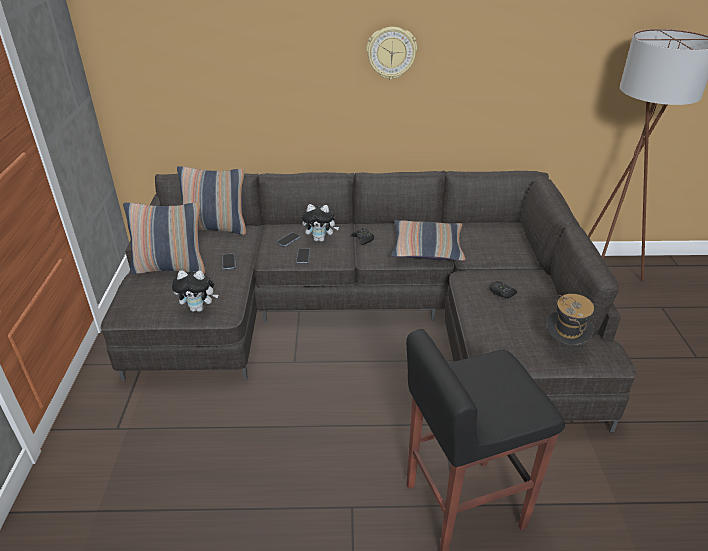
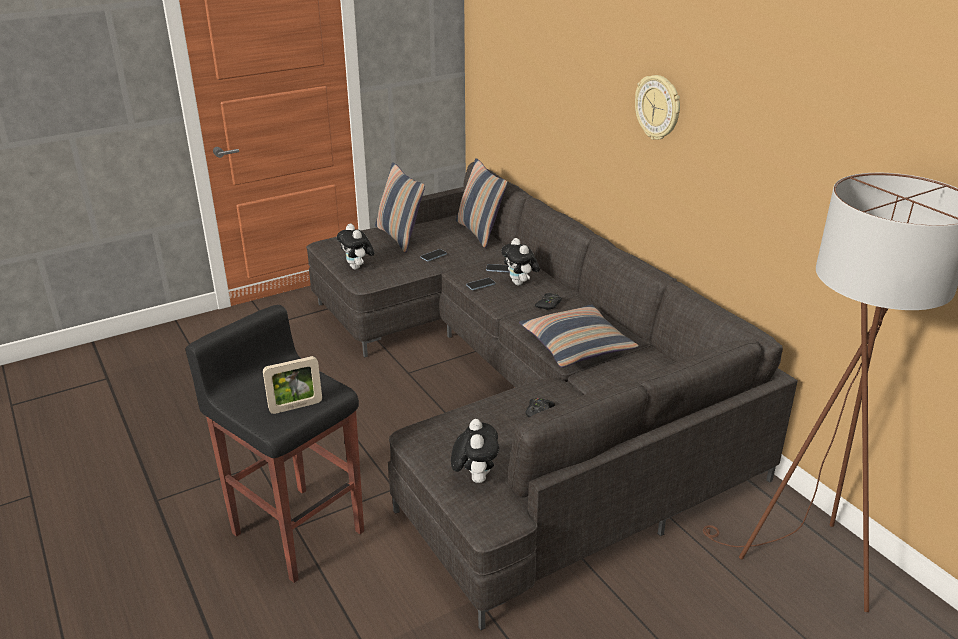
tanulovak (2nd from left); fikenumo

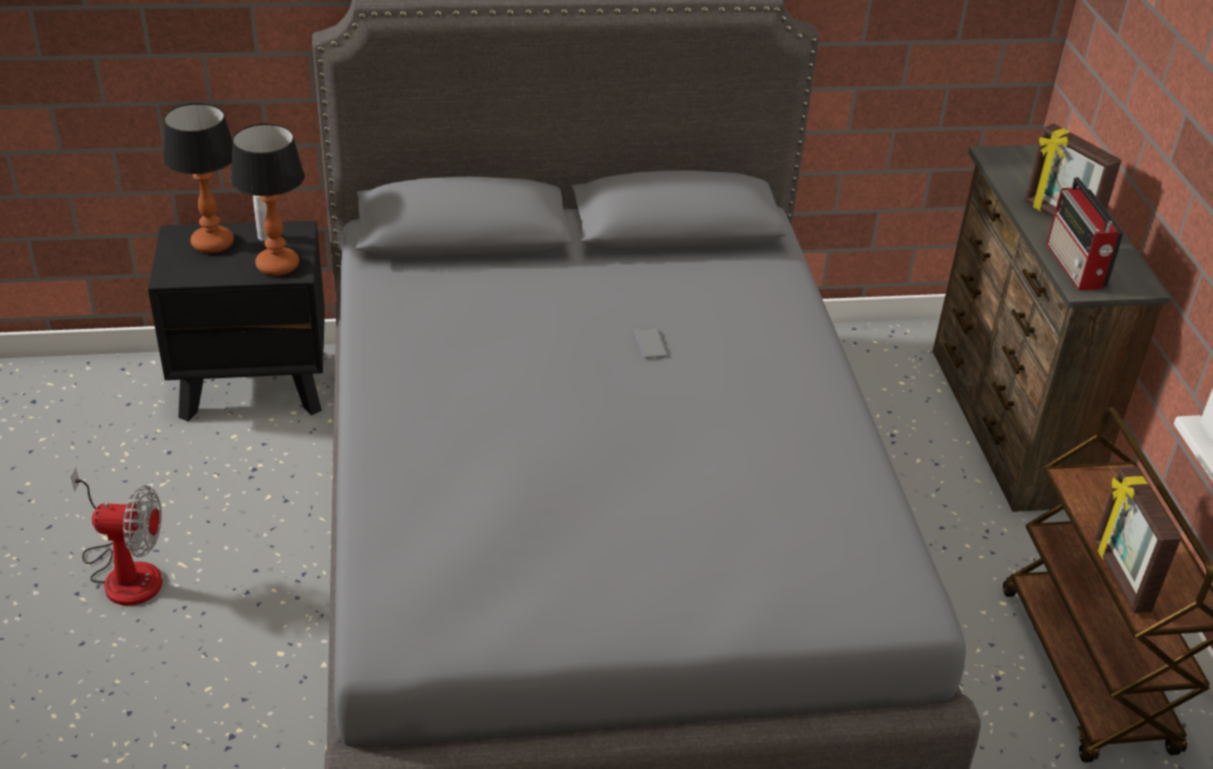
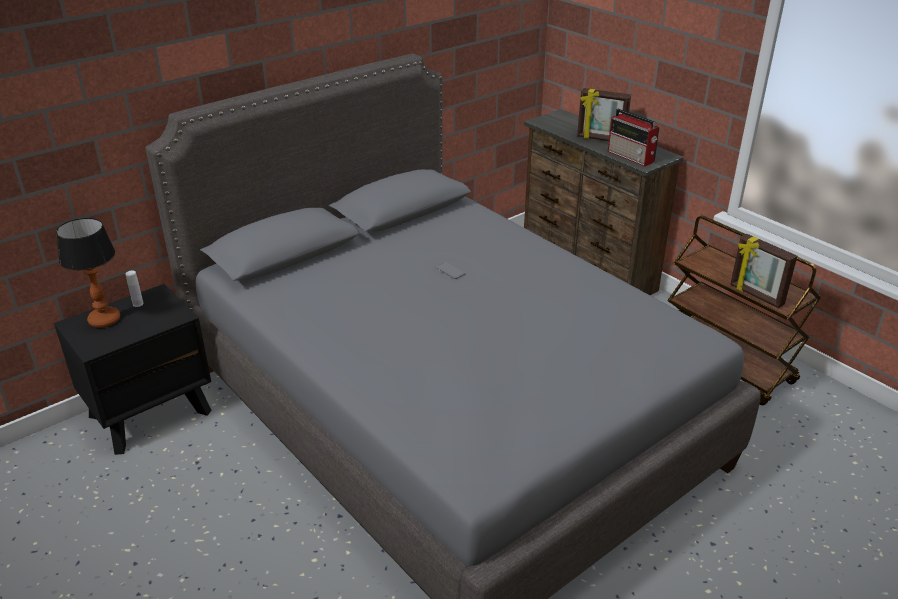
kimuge; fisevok (2nd from left in the first image)

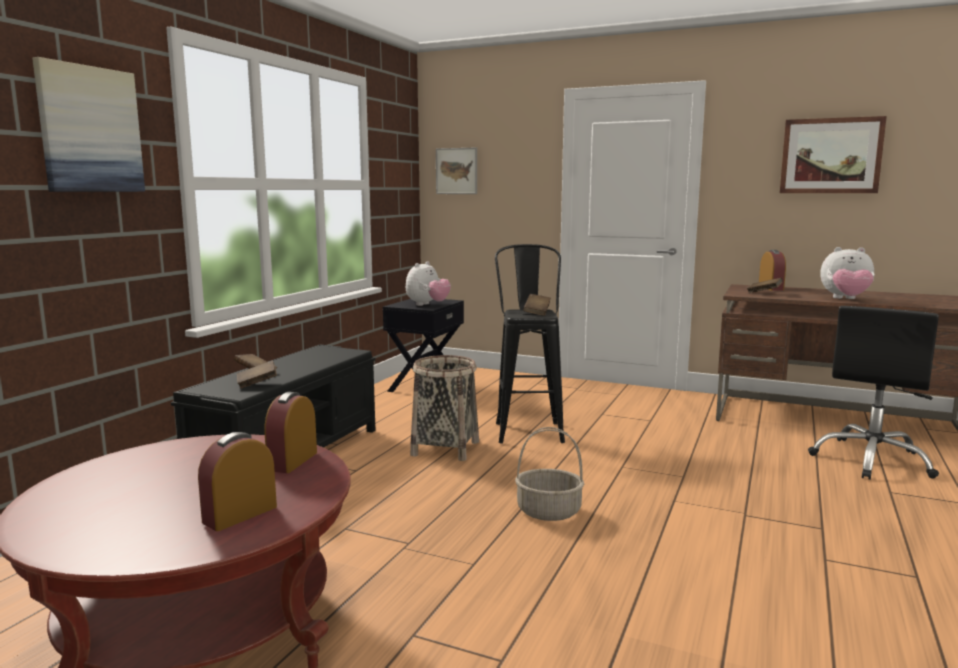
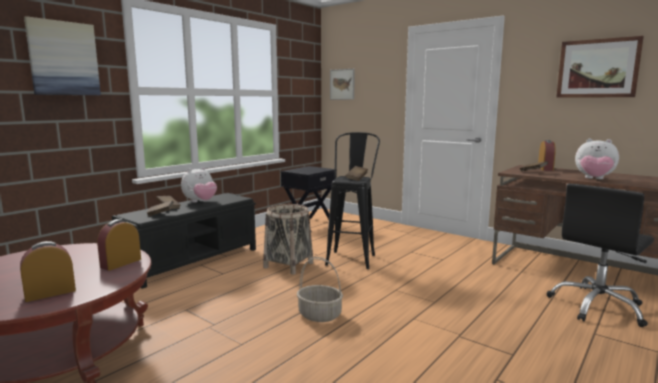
tanulovak (1st from left)

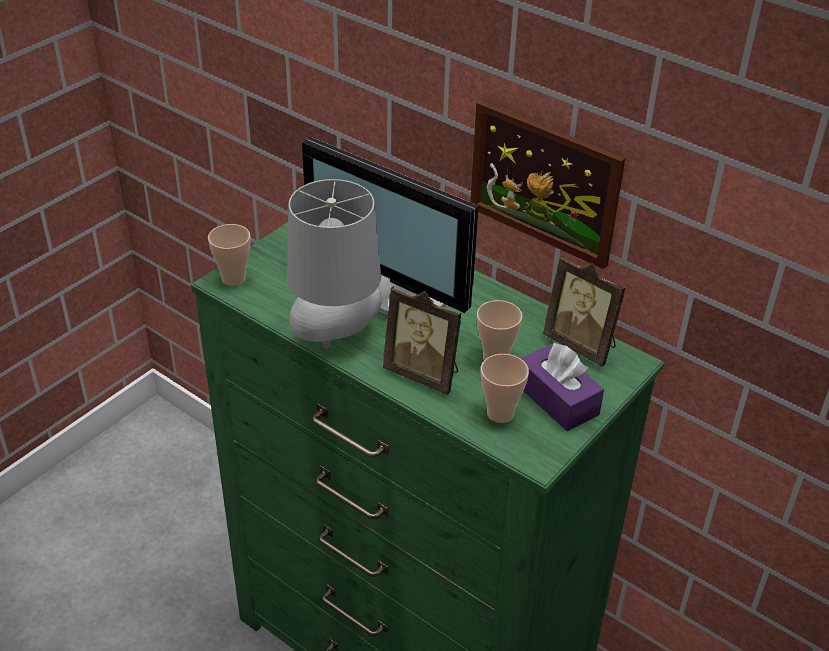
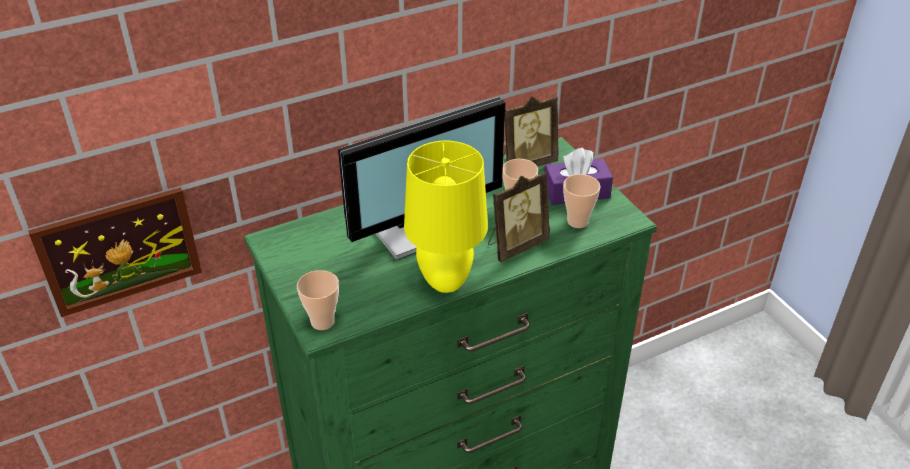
yellow fisevok; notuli

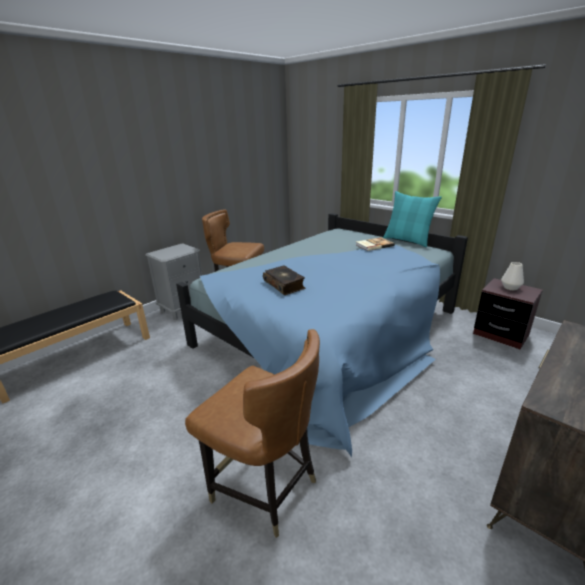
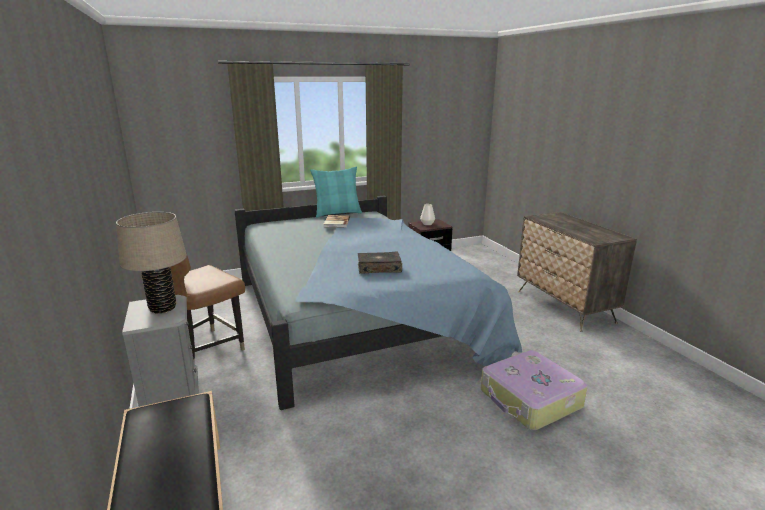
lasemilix; beige fisevok

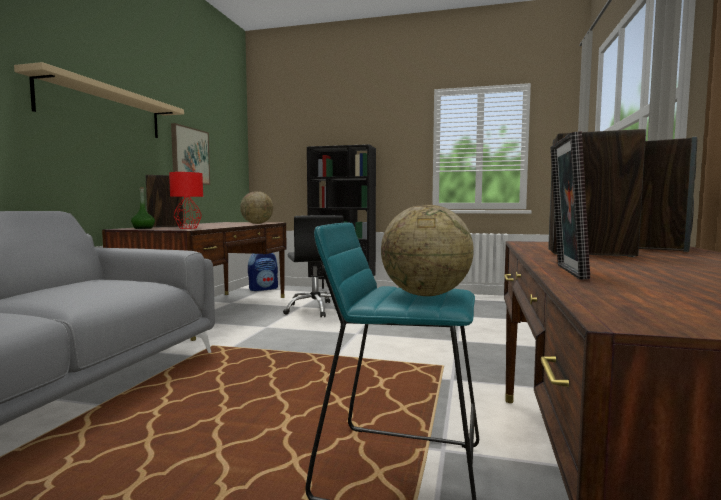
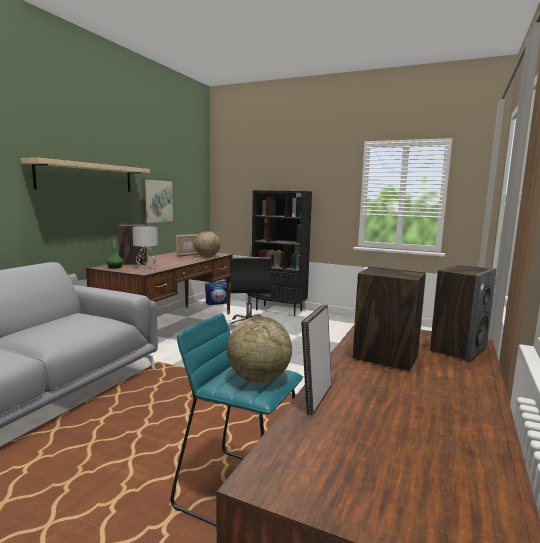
grey fisevok; fikenumo (1st from left)

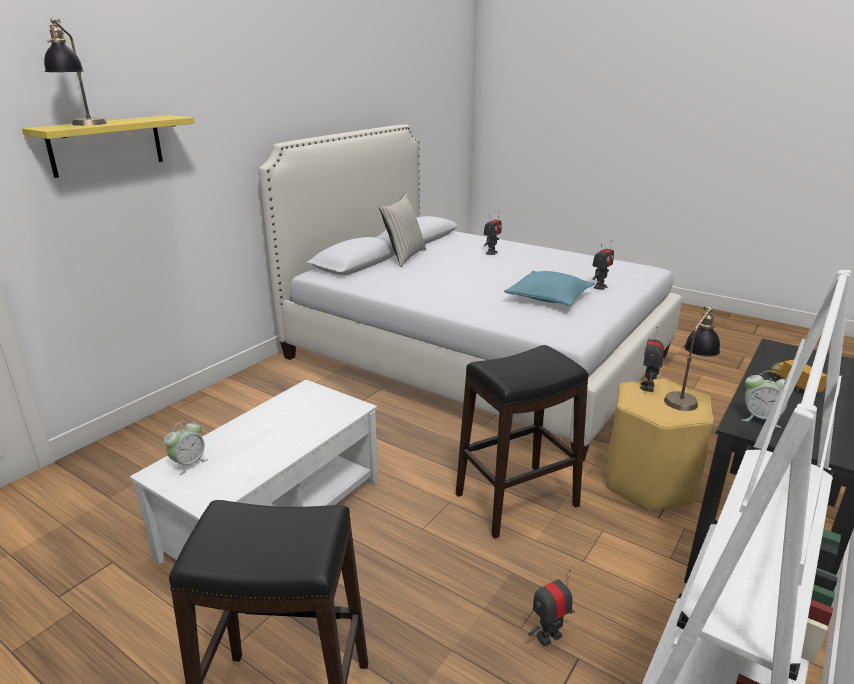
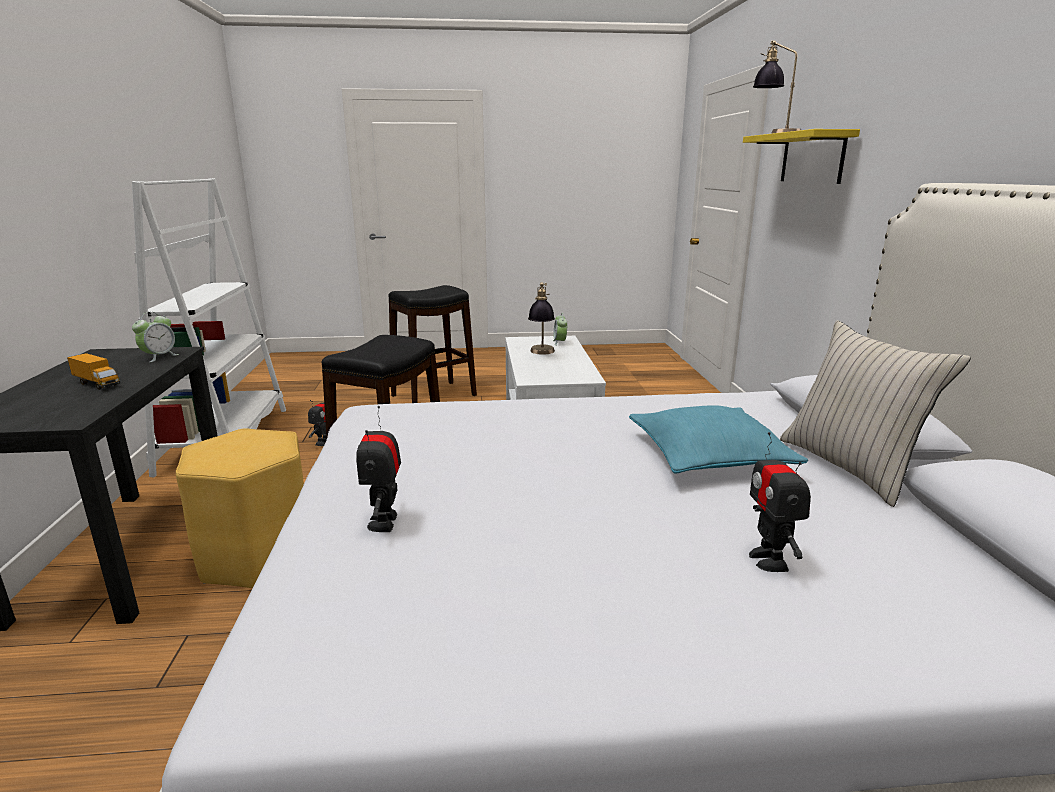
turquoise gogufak; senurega (4th from left in the first image); fisevok (1st from left); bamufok (1st from left)

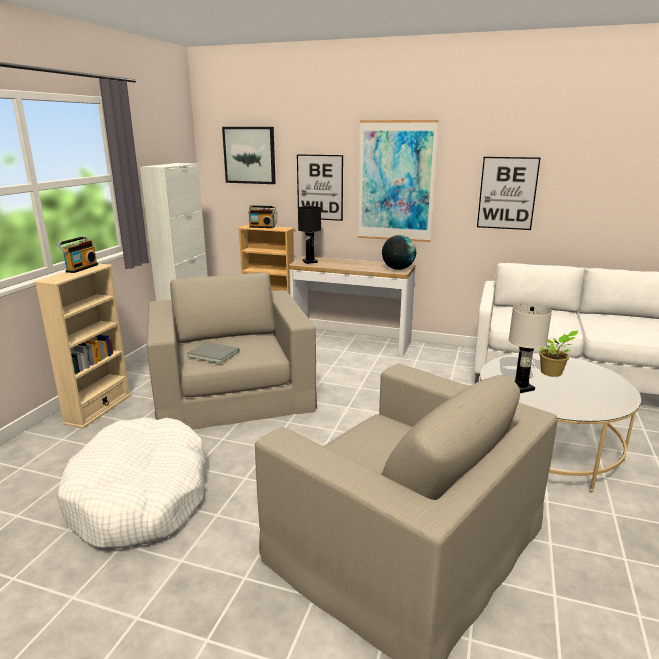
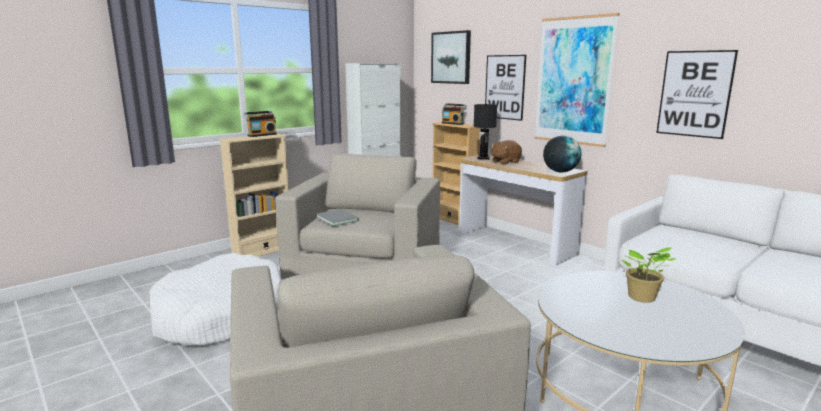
white fisevok; brown tanulovak

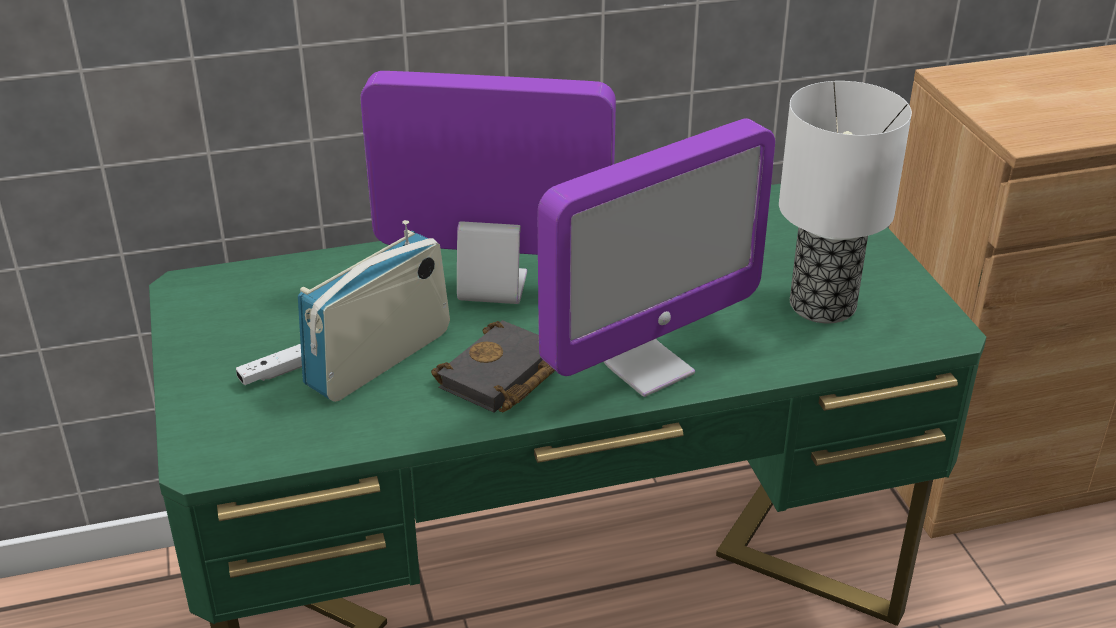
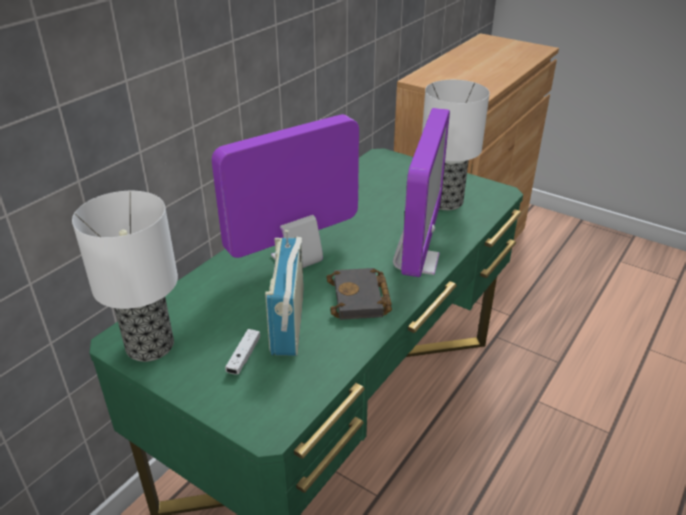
fisevok (1st from left)

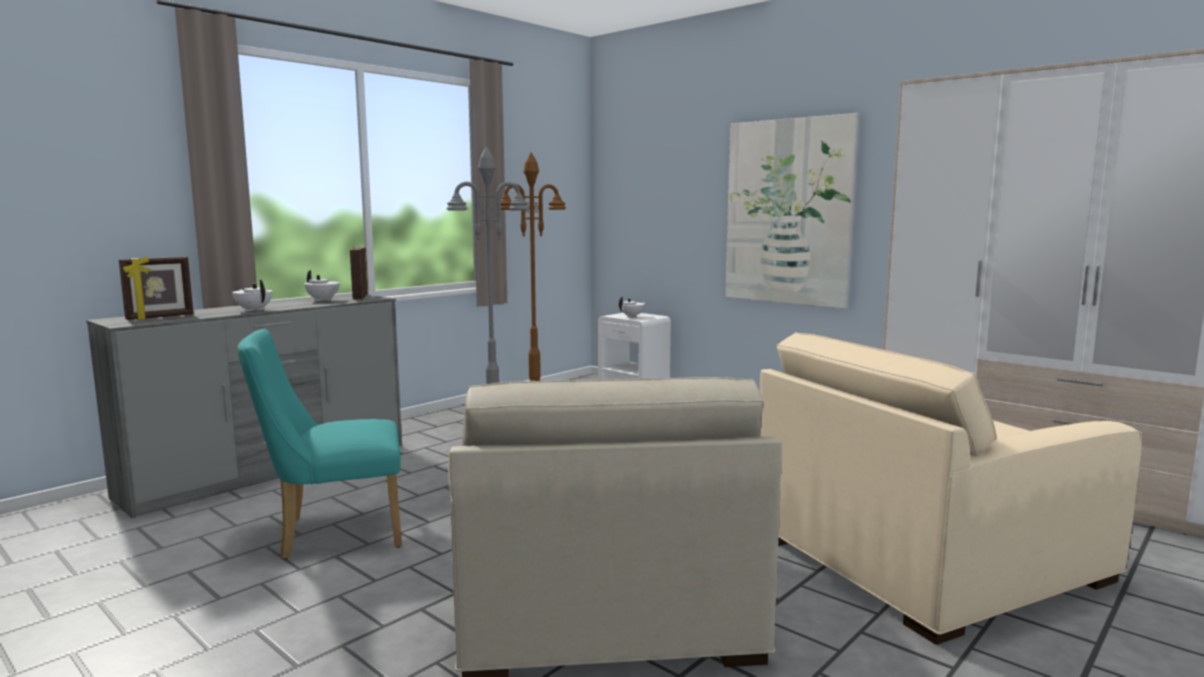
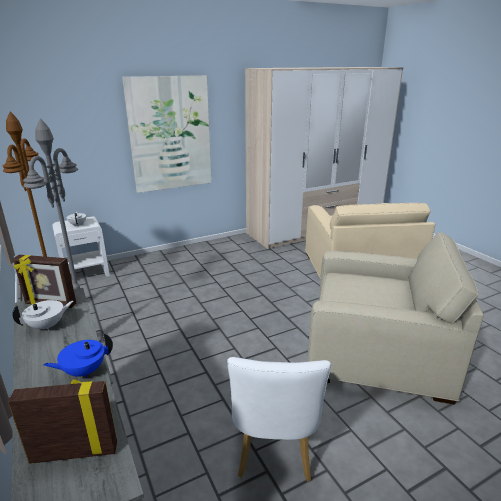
fikenumo (2nd from left); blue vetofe; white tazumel

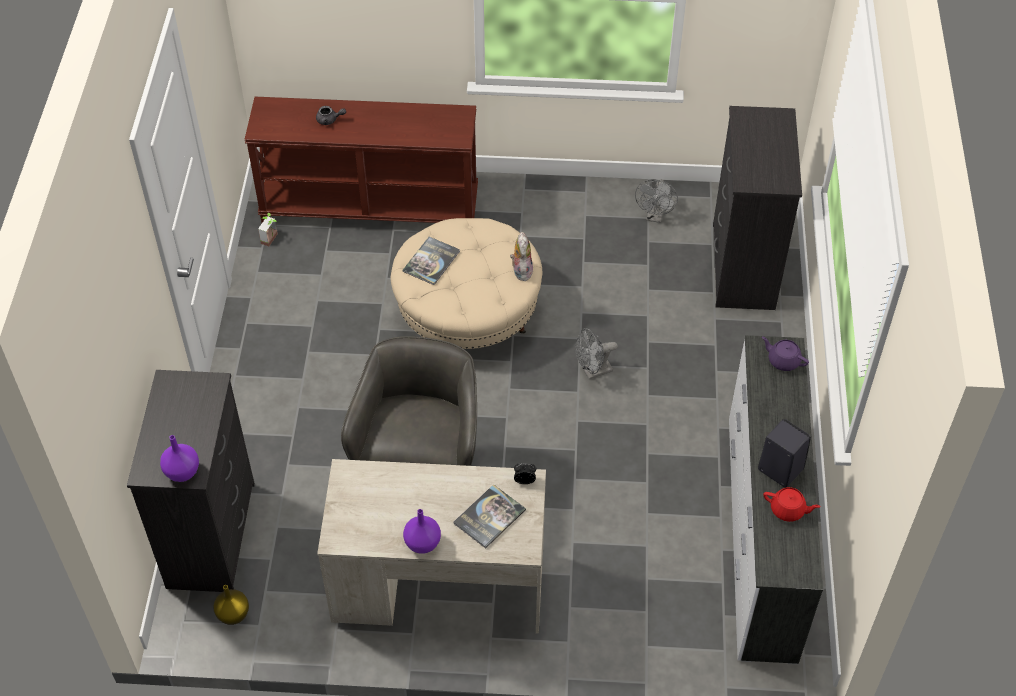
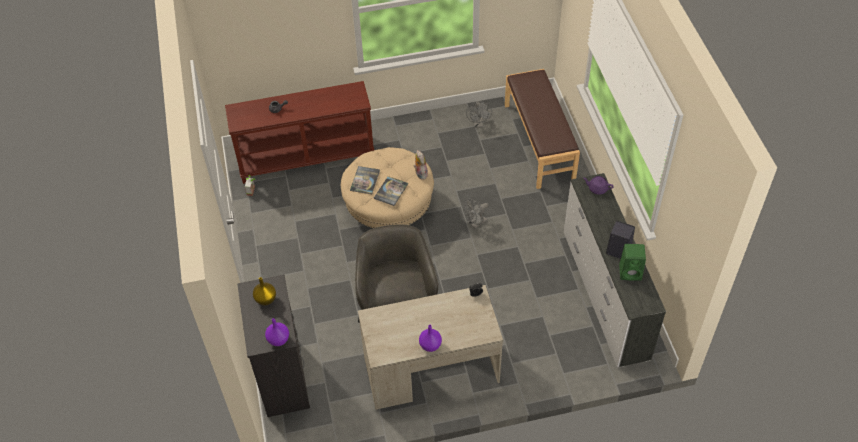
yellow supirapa; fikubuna (2nd from left); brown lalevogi; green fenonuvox

